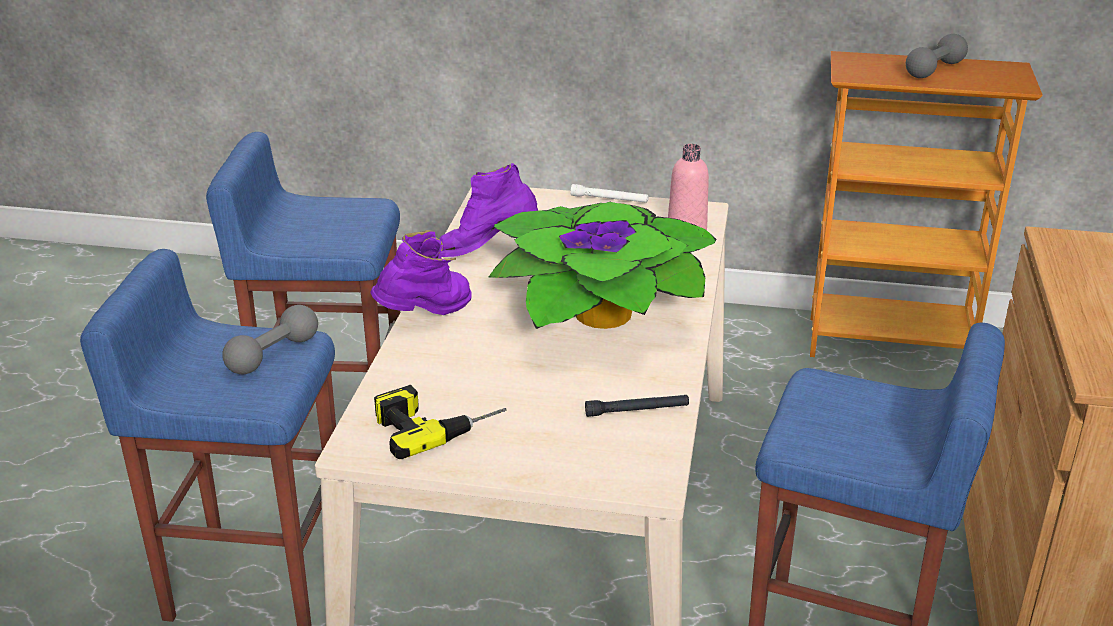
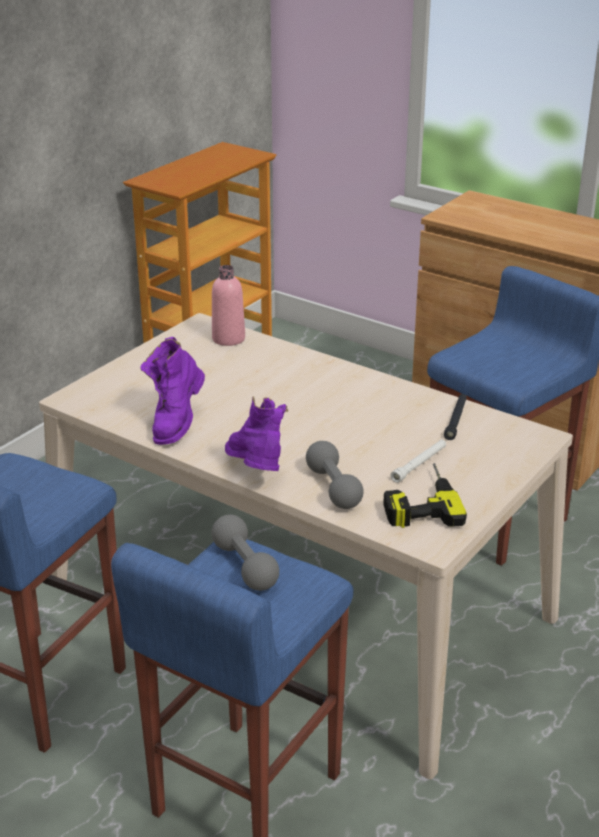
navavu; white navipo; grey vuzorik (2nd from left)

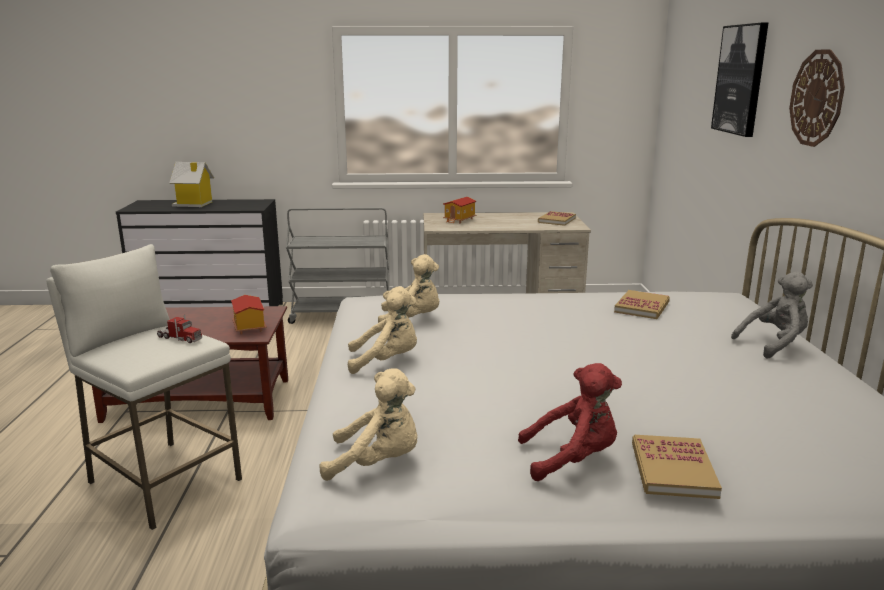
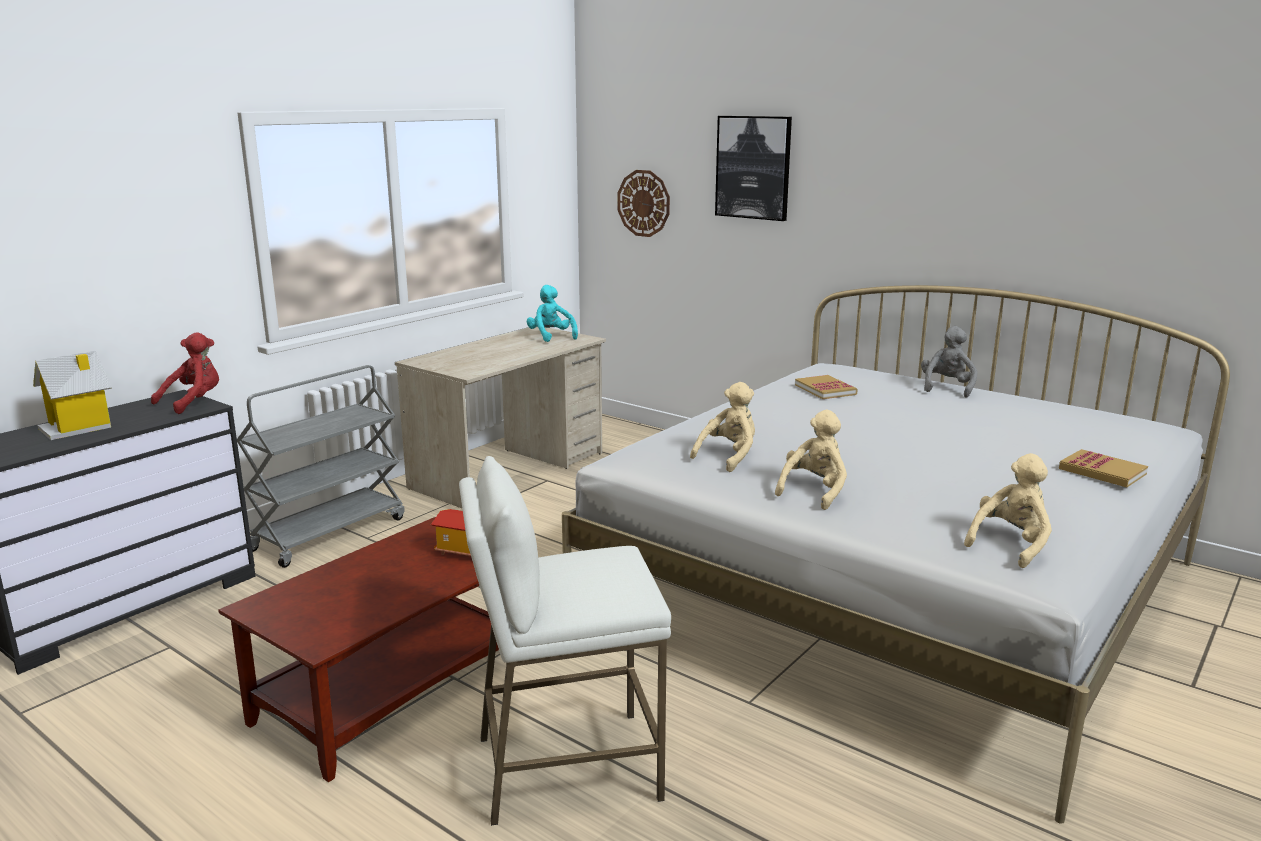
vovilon; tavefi (3rd from left in the first image); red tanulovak; turquoise tanulovak; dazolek

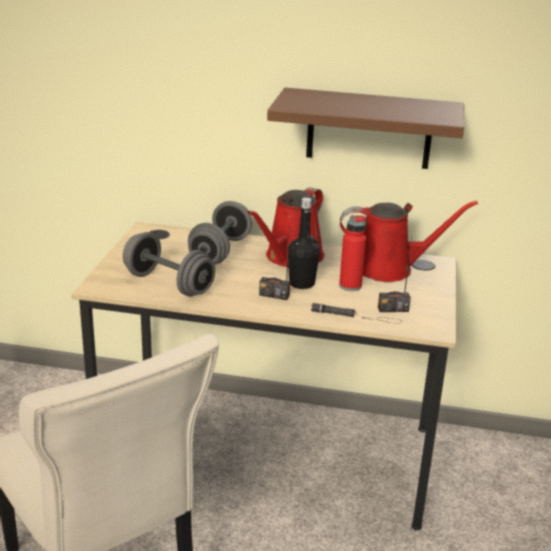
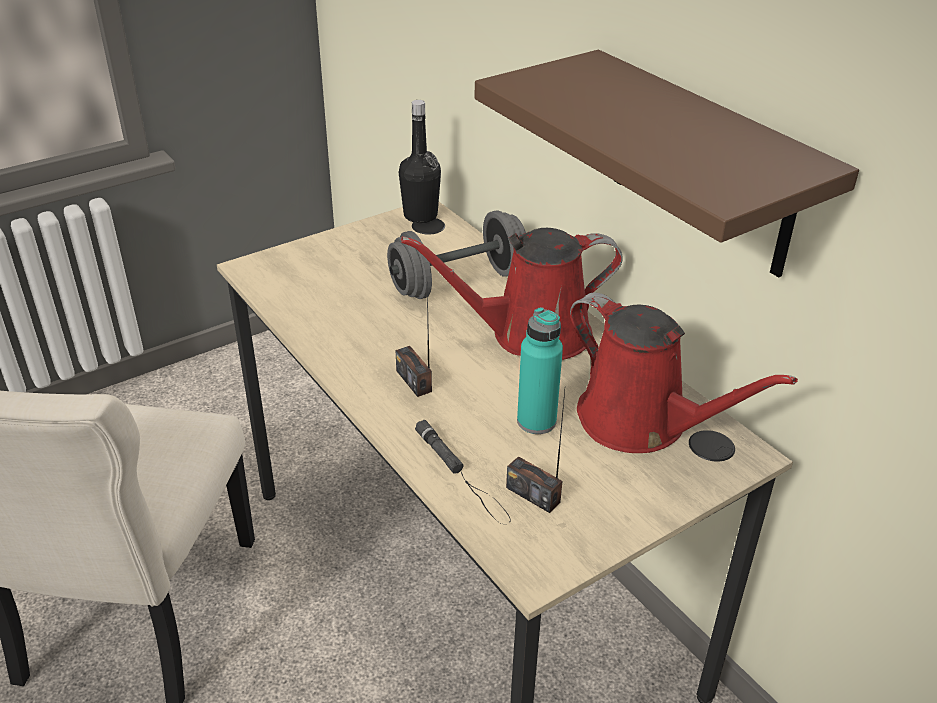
grey vuzorik (1st from left in the first image); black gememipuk; turquoise gememipuk

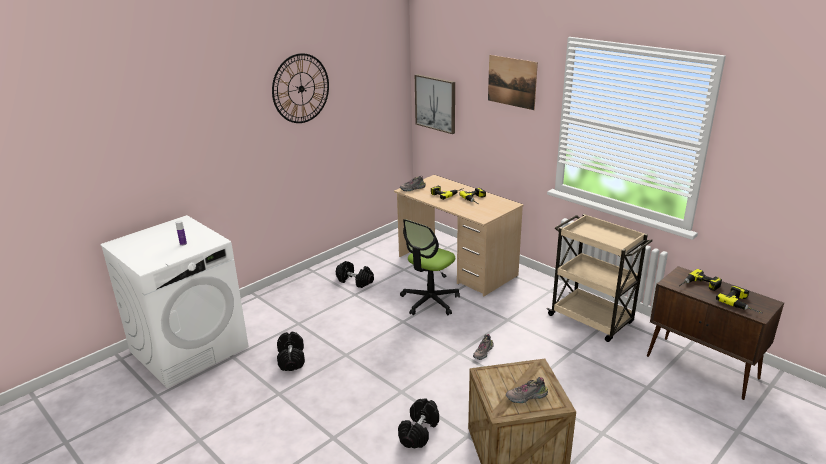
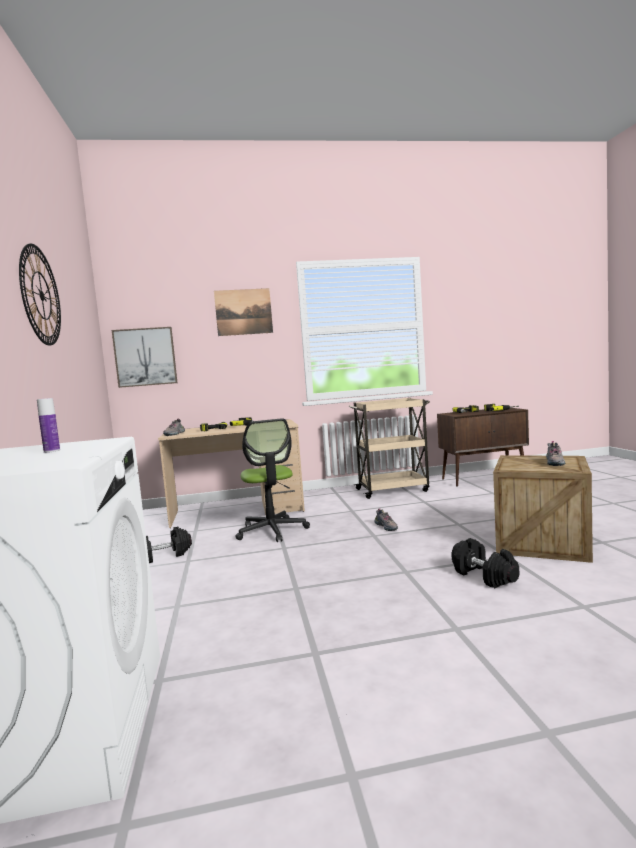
black vuzorik (1st from left in the first image)

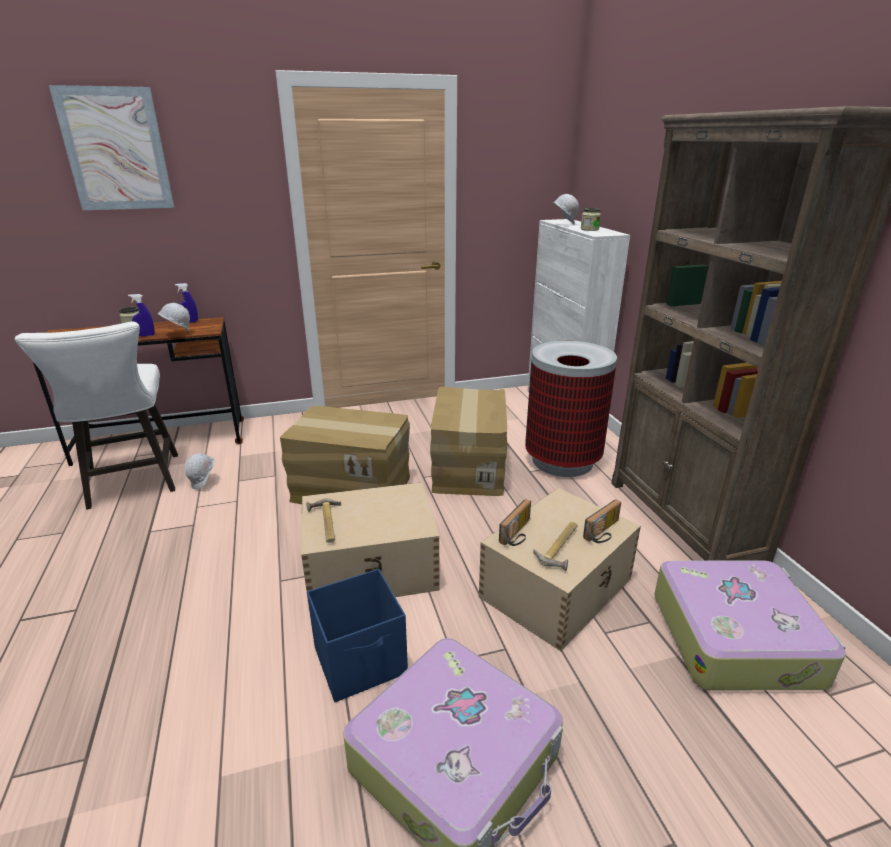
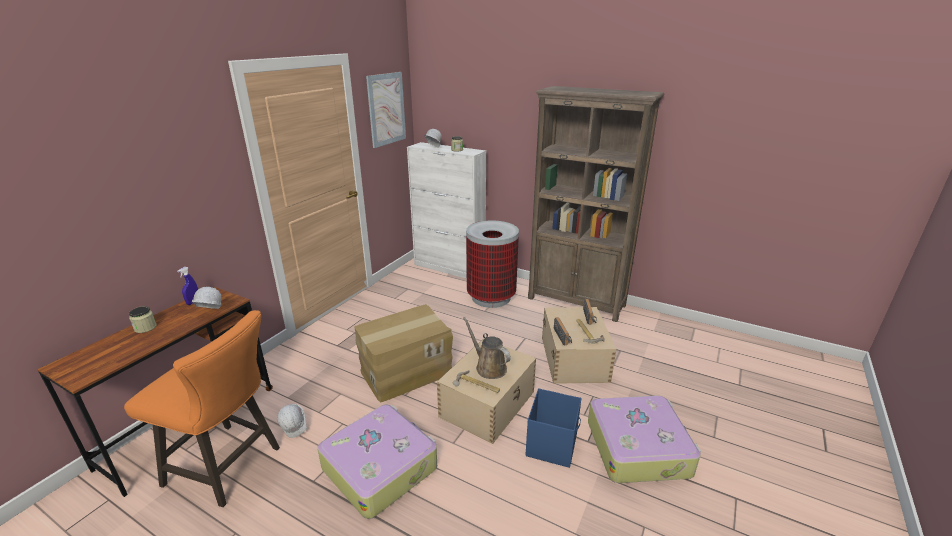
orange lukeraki; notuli; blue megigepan (1st from left in the first image); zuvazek (2nd from left in the first image); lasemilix (1st from left); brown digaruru

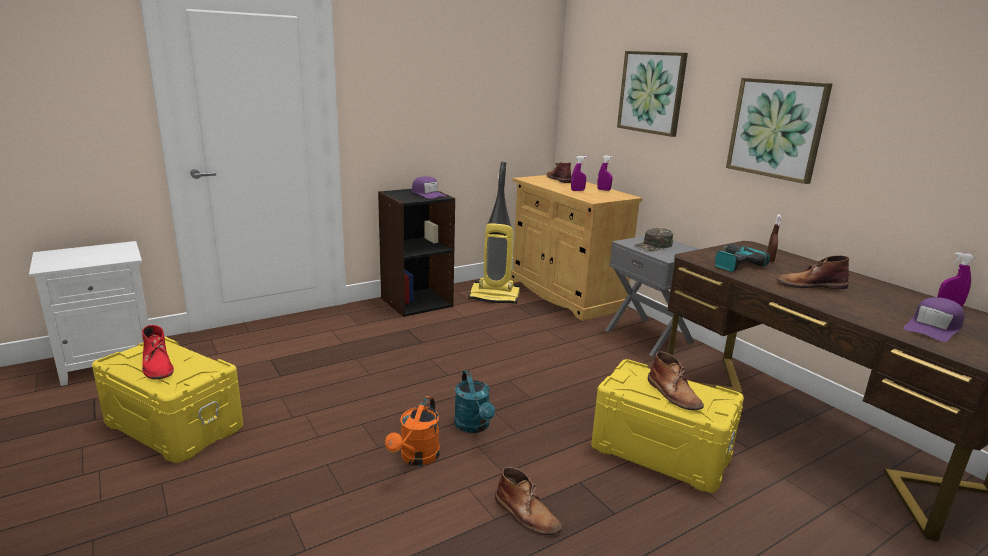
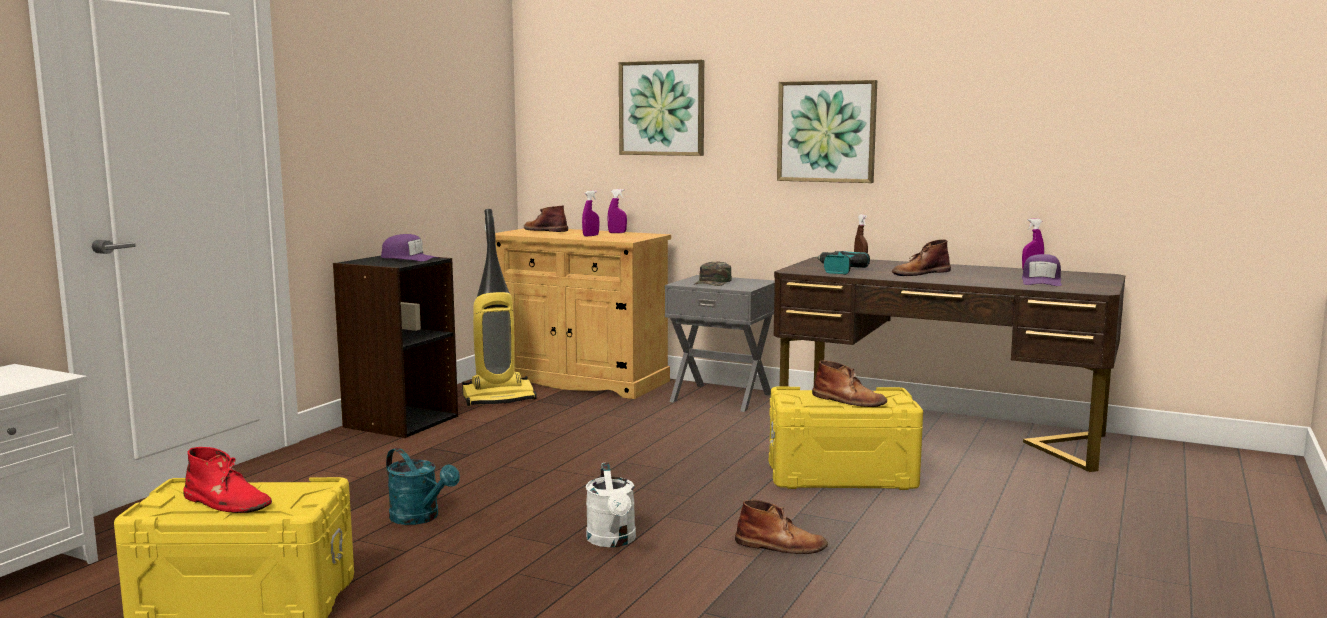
white digaruru; turquoise digaruru

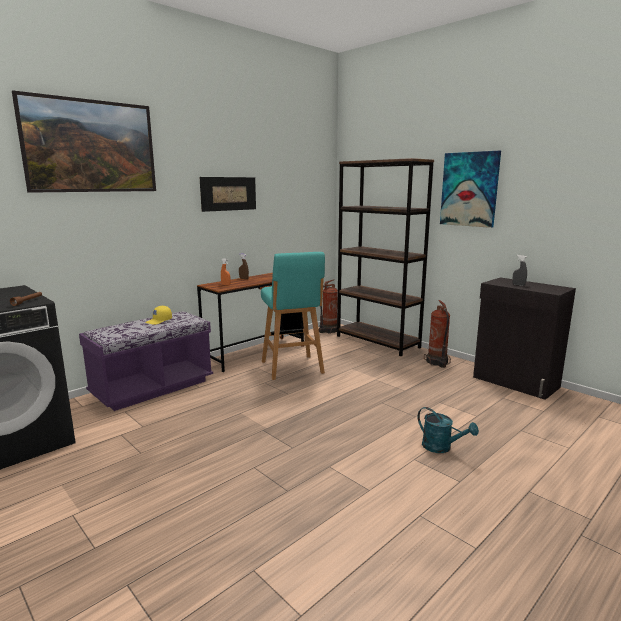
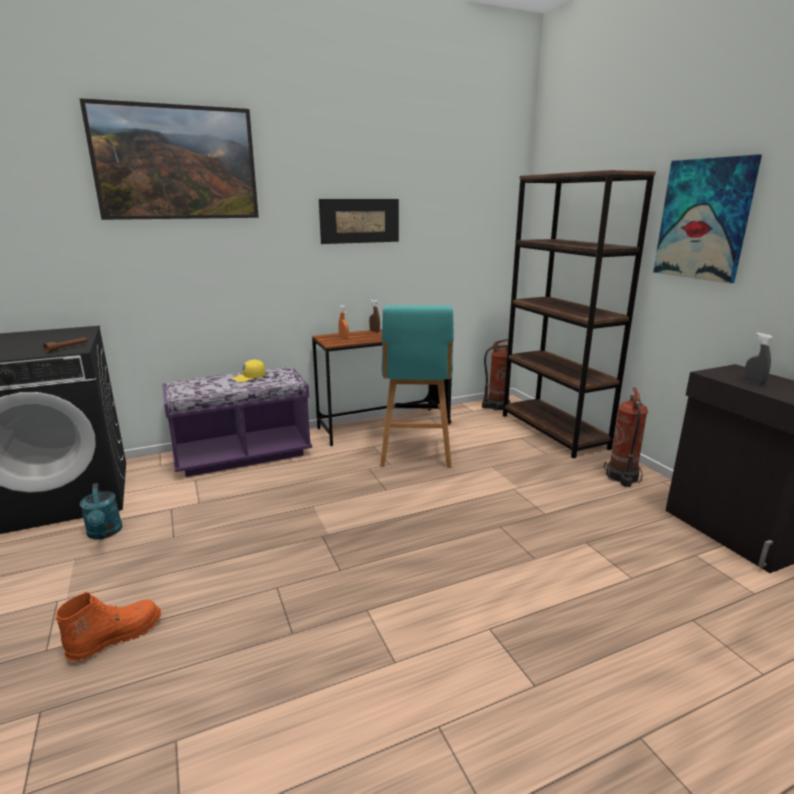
turquoise digaruru; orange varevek

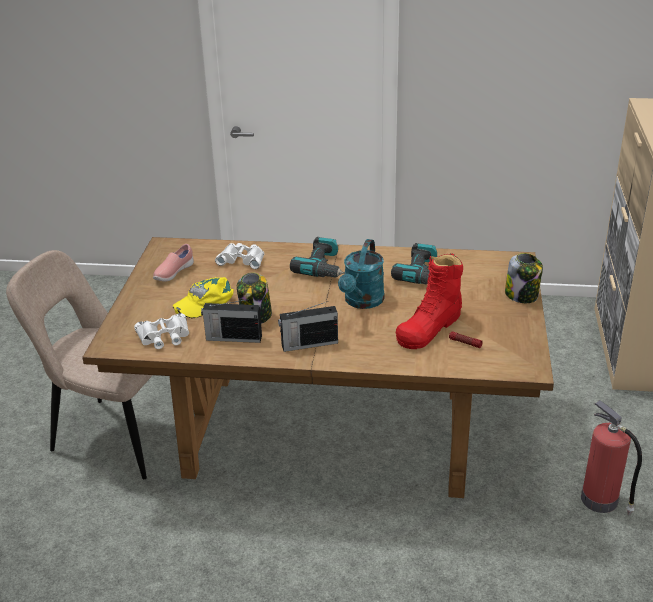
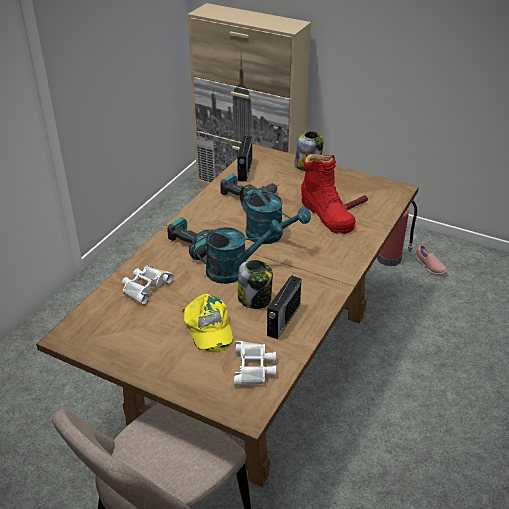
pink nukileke; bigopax (1st from left); turquoise digaruru (1st from left)

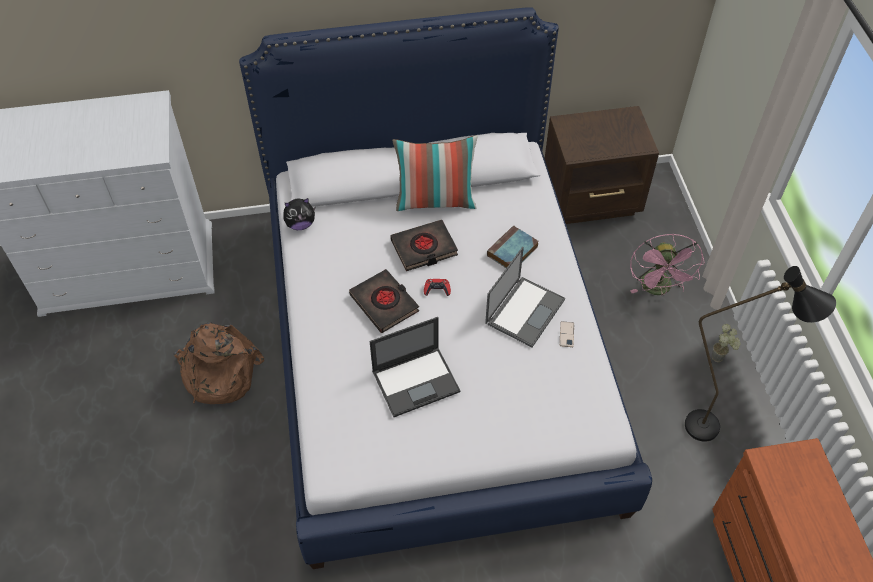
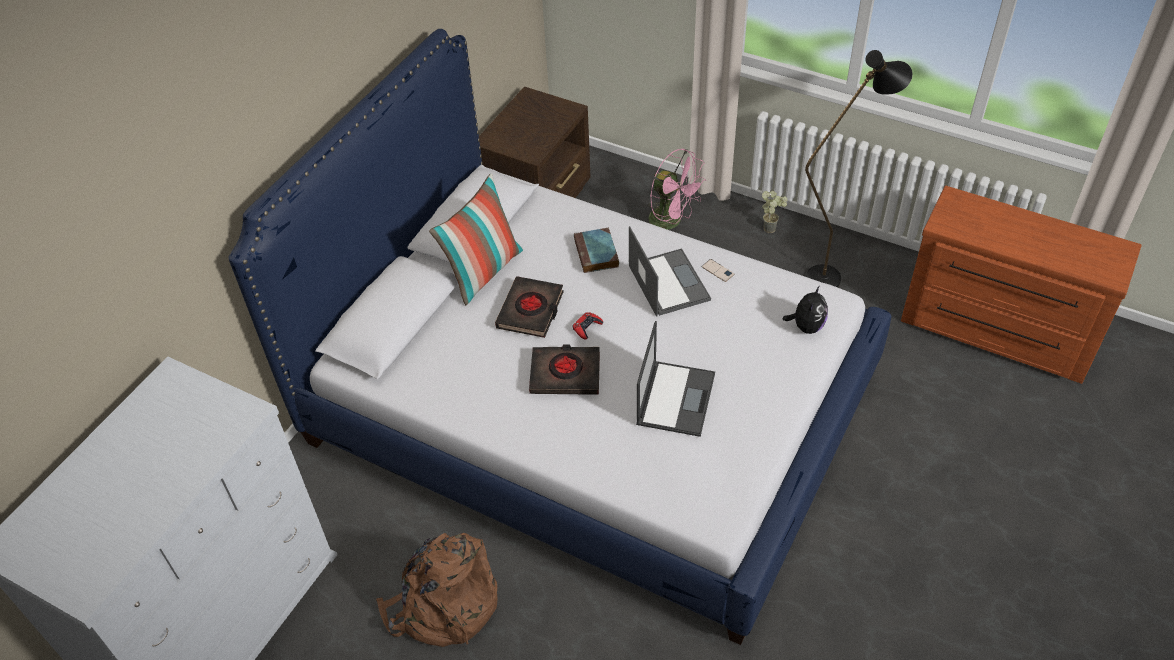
tanulovak

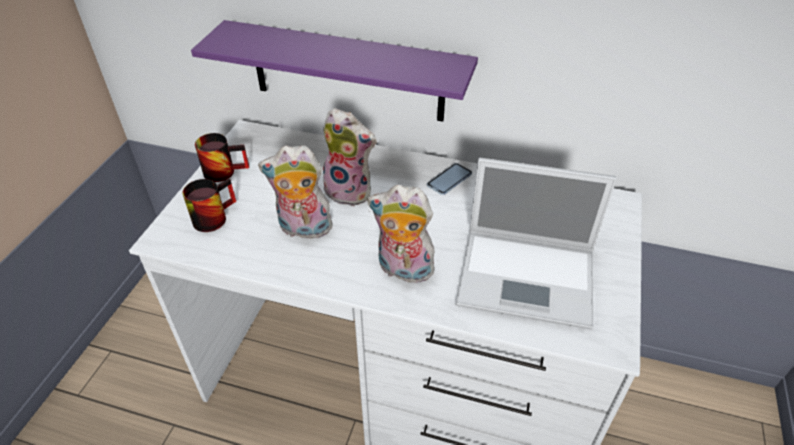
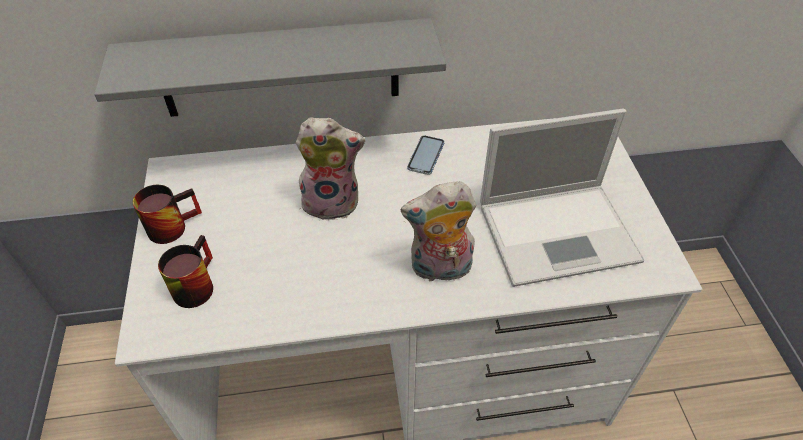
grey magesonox; tanulovak (1st from left in the first image)

